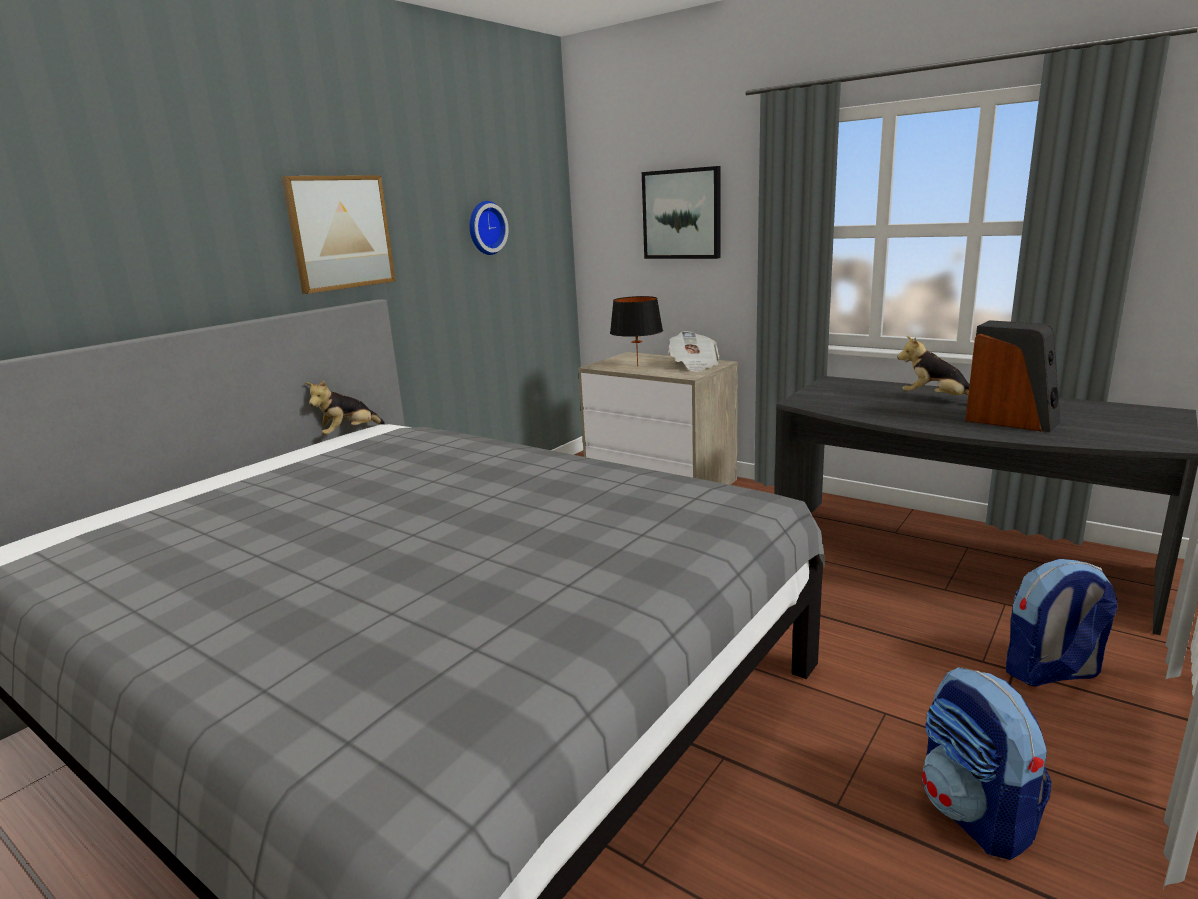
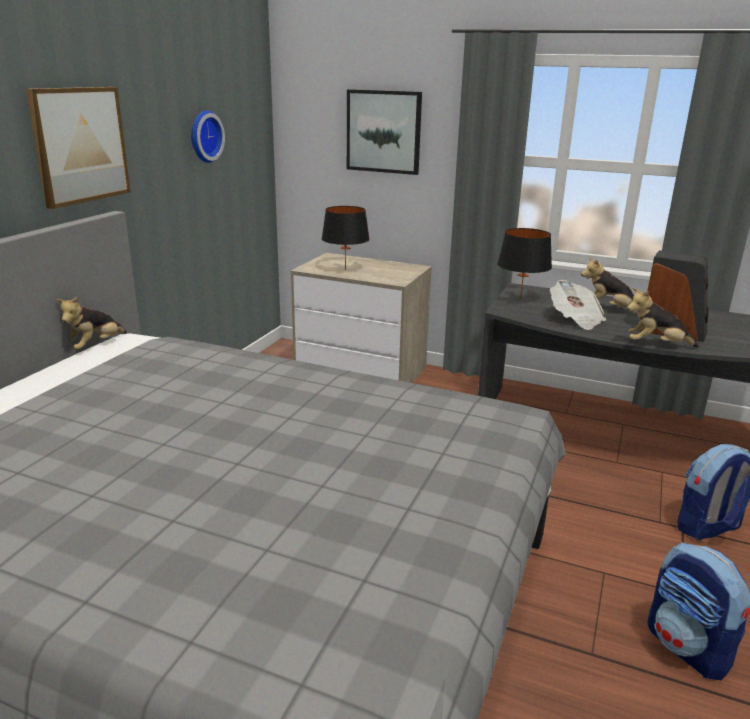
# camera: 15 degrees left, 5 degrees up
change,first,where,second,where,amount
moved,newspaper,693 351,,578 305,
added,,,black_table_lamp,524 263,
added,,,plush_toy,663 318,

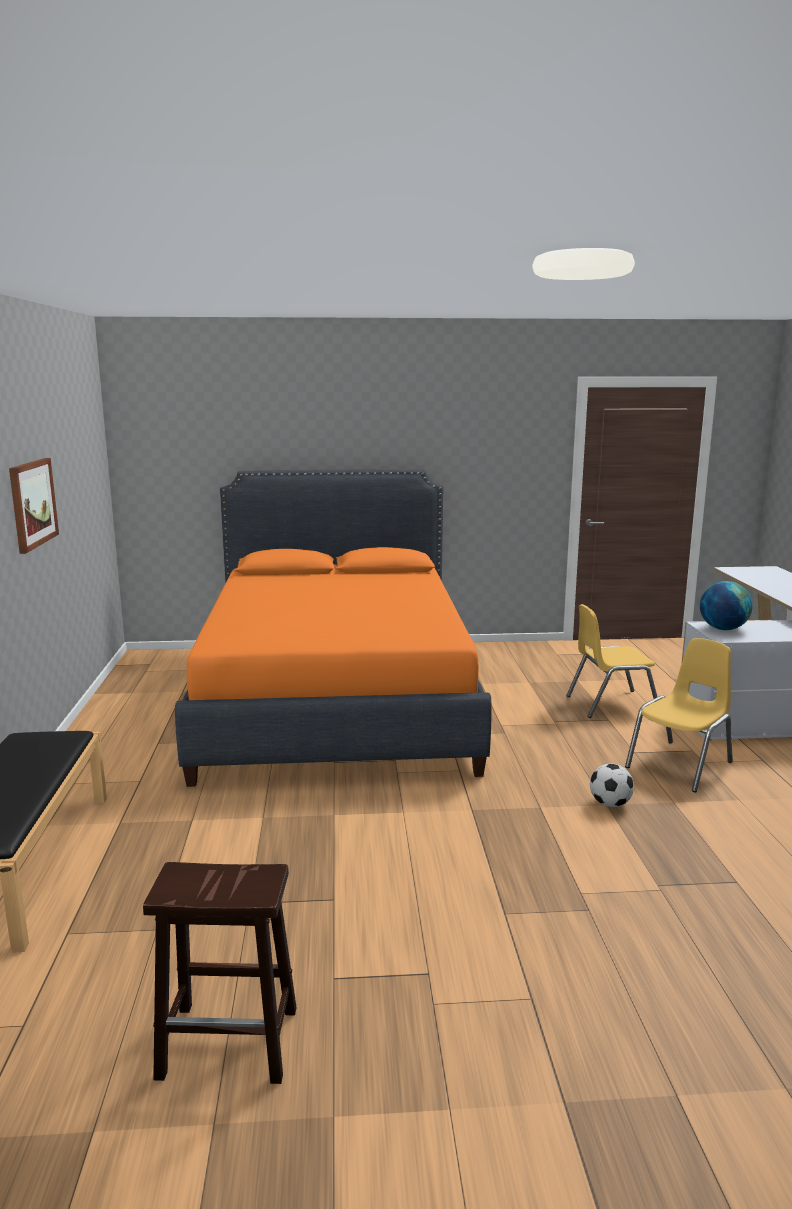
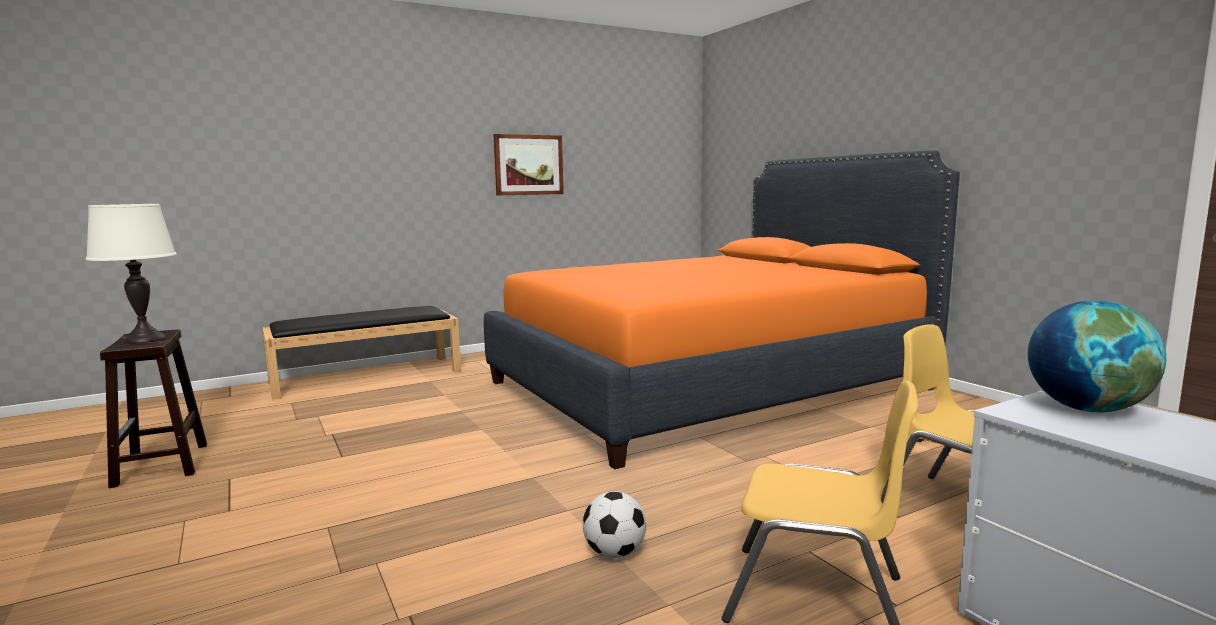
# camera: 65 degrees right, 5 degrees down
change,first,where,second,where,amount
added,,,white_table_lamp,131 273,

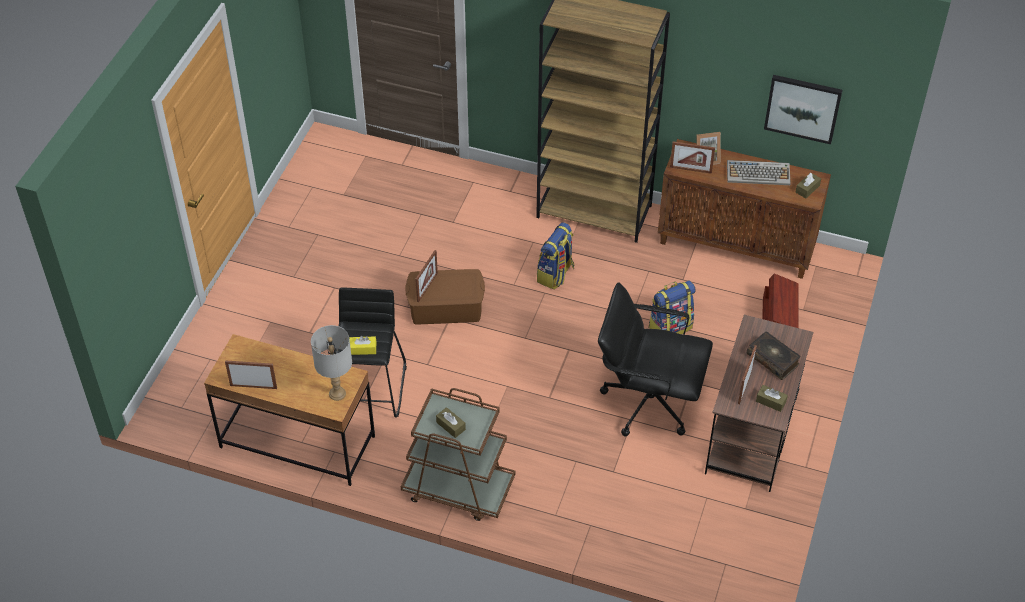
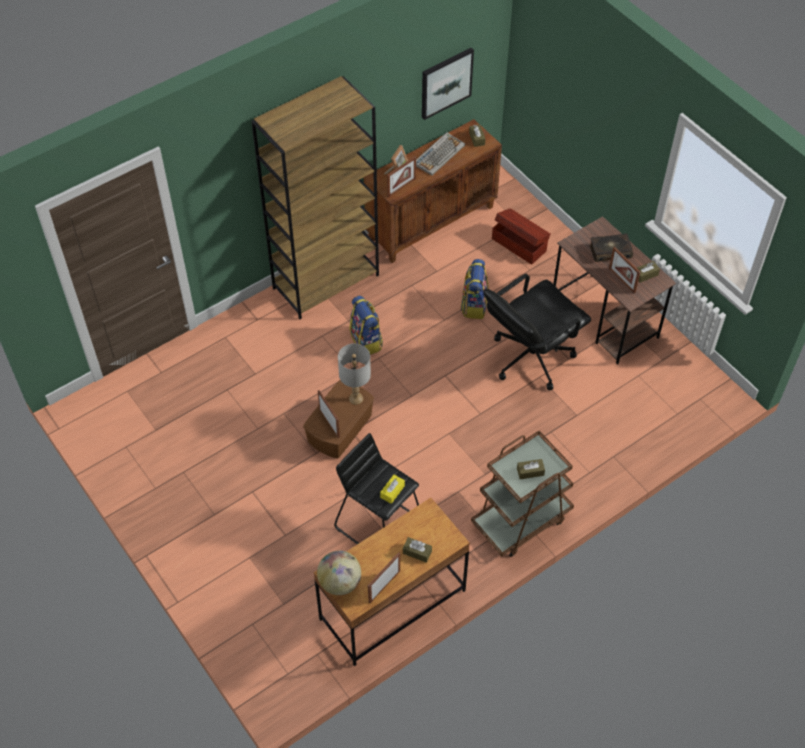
# camera: 55 degrees left, 5 degrees up
change,first,where,second,where,amount
moved,grey_table_lamp,331 363,,354 374,
added,,,brown_tissue_box,417 550,
added,,,globe,339 573,

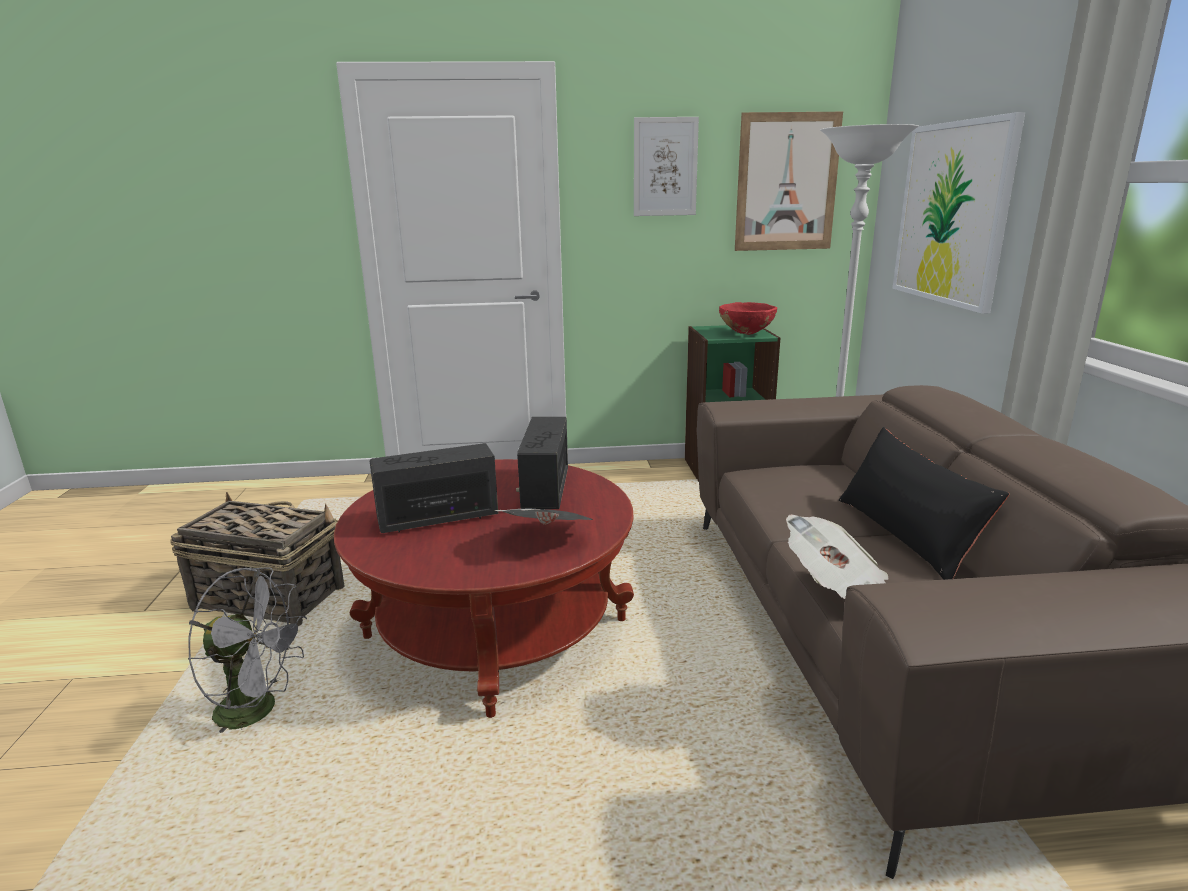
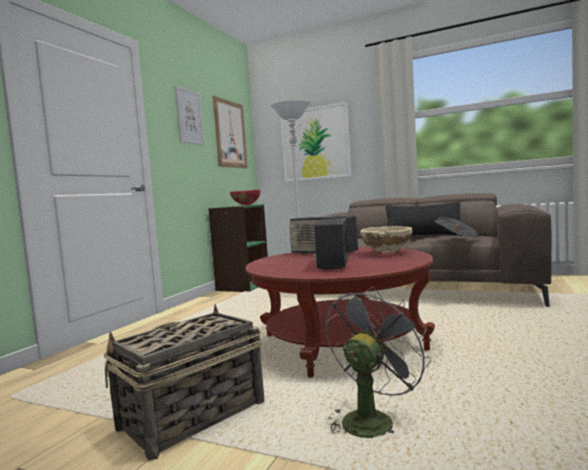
# camera: 60 degrees left, 15 degrees down
change,first,where,second,where,amount
replaced,newspaper,544 517,beige_bowl,386 239,

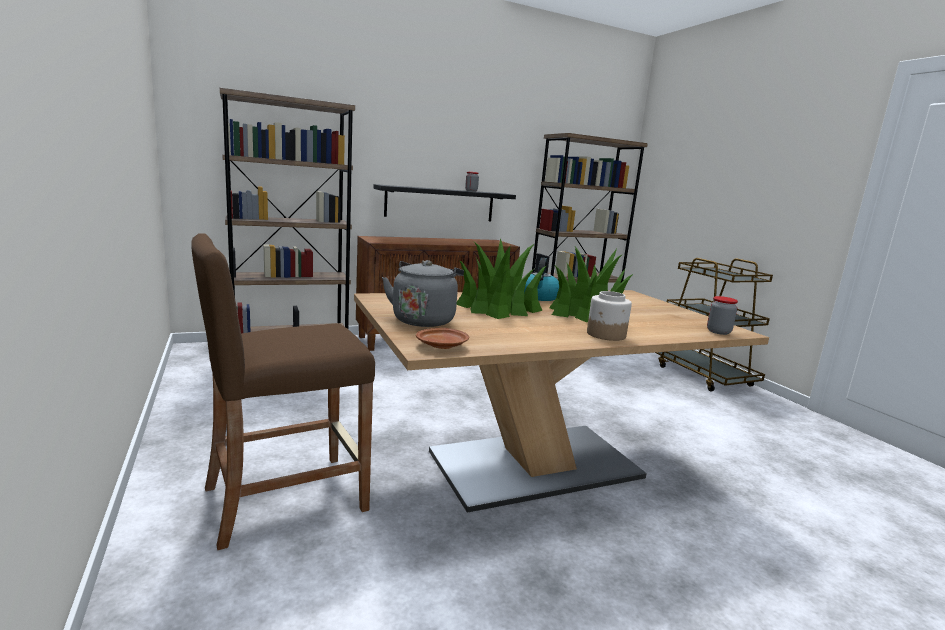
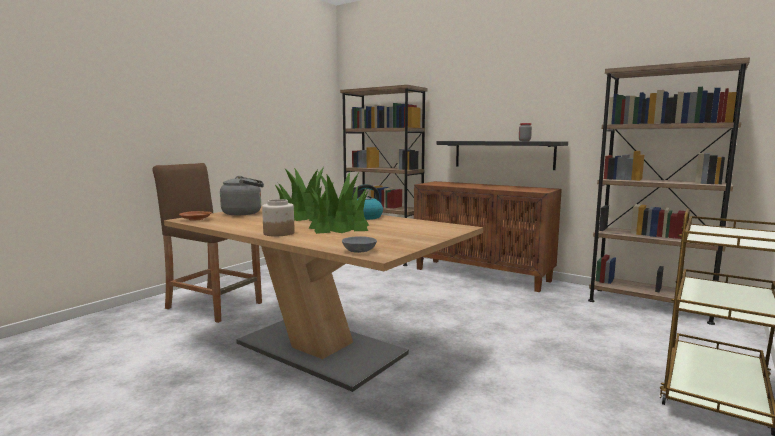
# camera: 60 degrees right, 5 degrees down
change,first,where,second,where,amount
replaced,jar,722 315,grey_bowl,359 244,

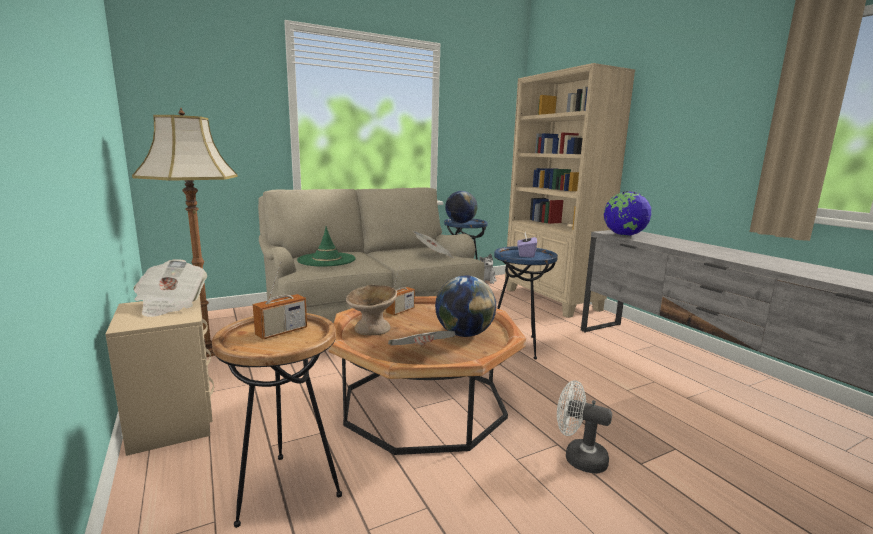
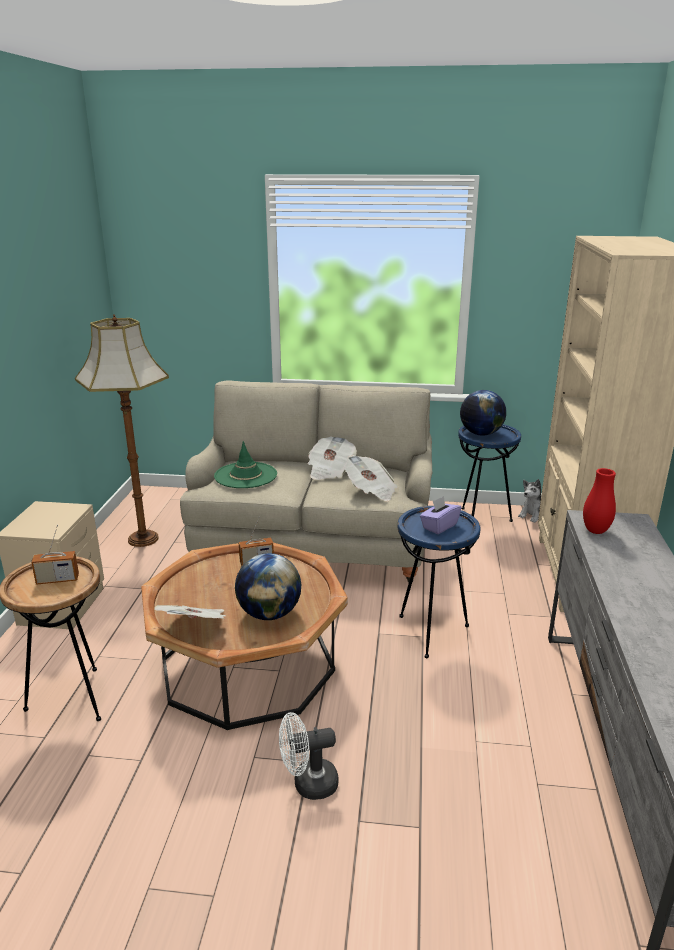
# camera: 35 degrees right, 10 degrees up
change,first,where,second,where,amount
replaced,globe,627 213,red_vase,599 501,
moved,newspaper,170 288,,332 458,
removed,beige_bowl,371 310,,,
turned,white_fan,584 427,,308 756,75 degrees counterclockwise

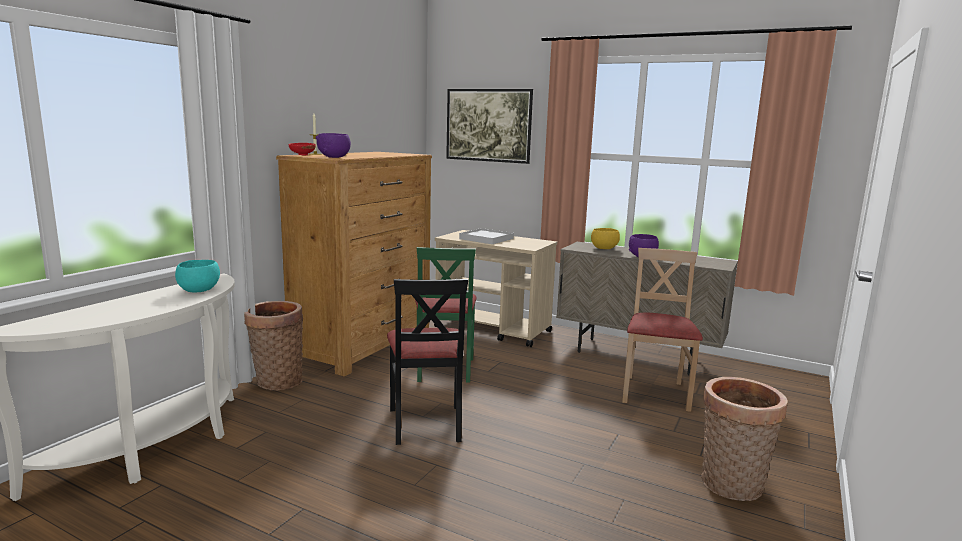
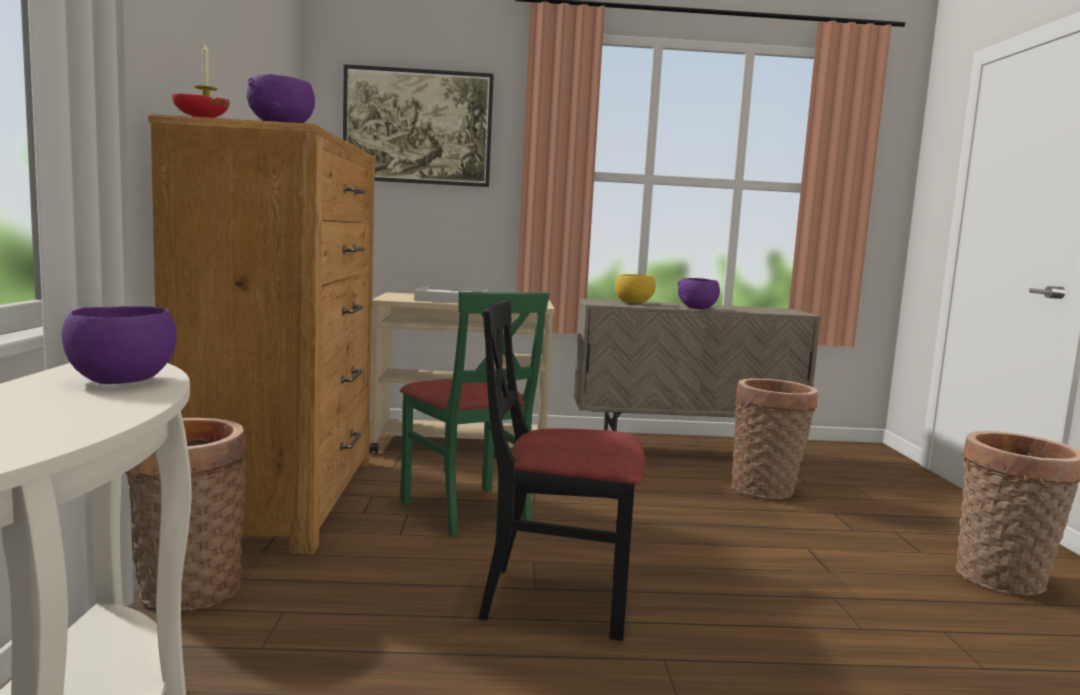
# camera: 30 degrees left, 5 degrees down
change,first,where,second,where,amount
replaced,beige_chair,662 330,basket,774 438,
recoloured,turquoise_bowl,197 276,purple_bowl,118 345,
turned,black_chair,427 362,,562 470,135 degrees clockwise

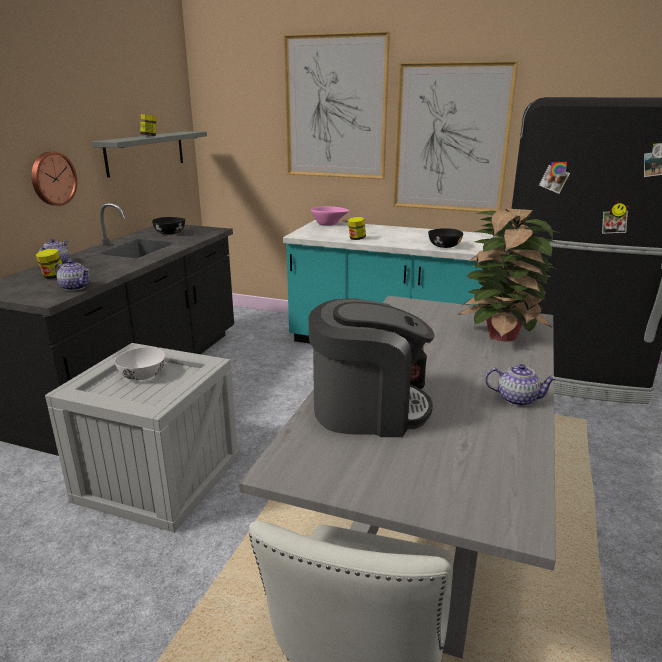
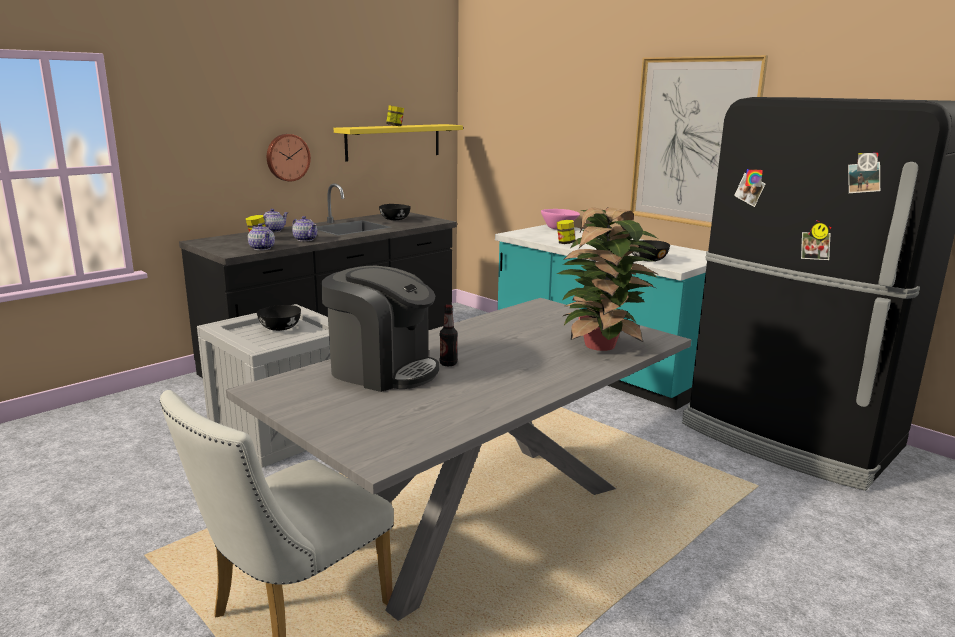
# camera: 25 degrees right, 5 degrees down
change,first,where,second,where,amount
removed,picture,336 105,,,
recoloured,grey_shelf,149 154,yellow_shelf,398 143,
recoloured,white_bowl,139 363,black_bowl,279 318,
moved,teapot,521 385,,304 228,

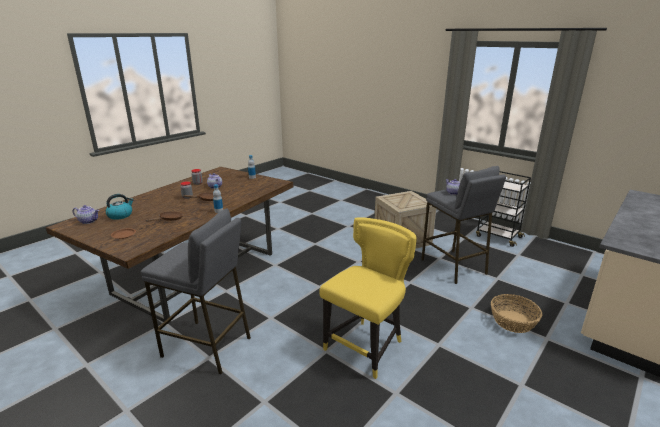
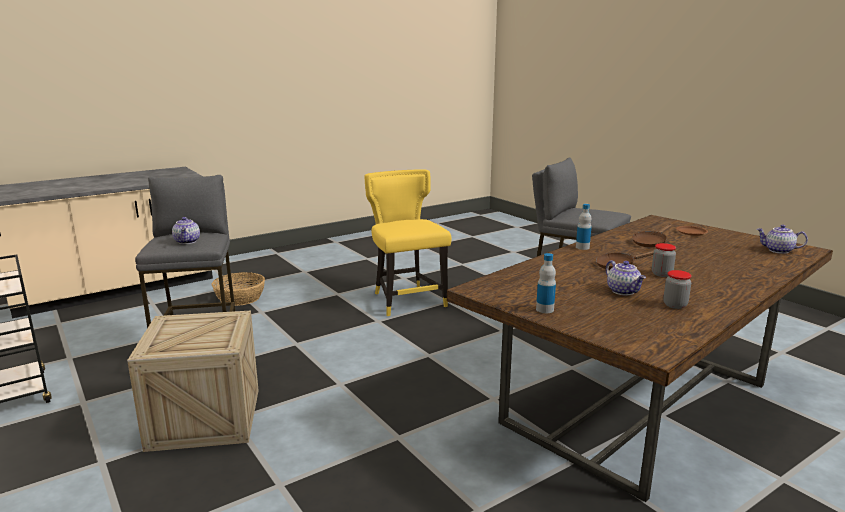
# camera: 165 degrees left, 5 degrees down
change,first,where,second,where,amount
removed,kettle,120 207,,,
turned,yellow_chair,368 298,,408 242,105 degrees clockwise

